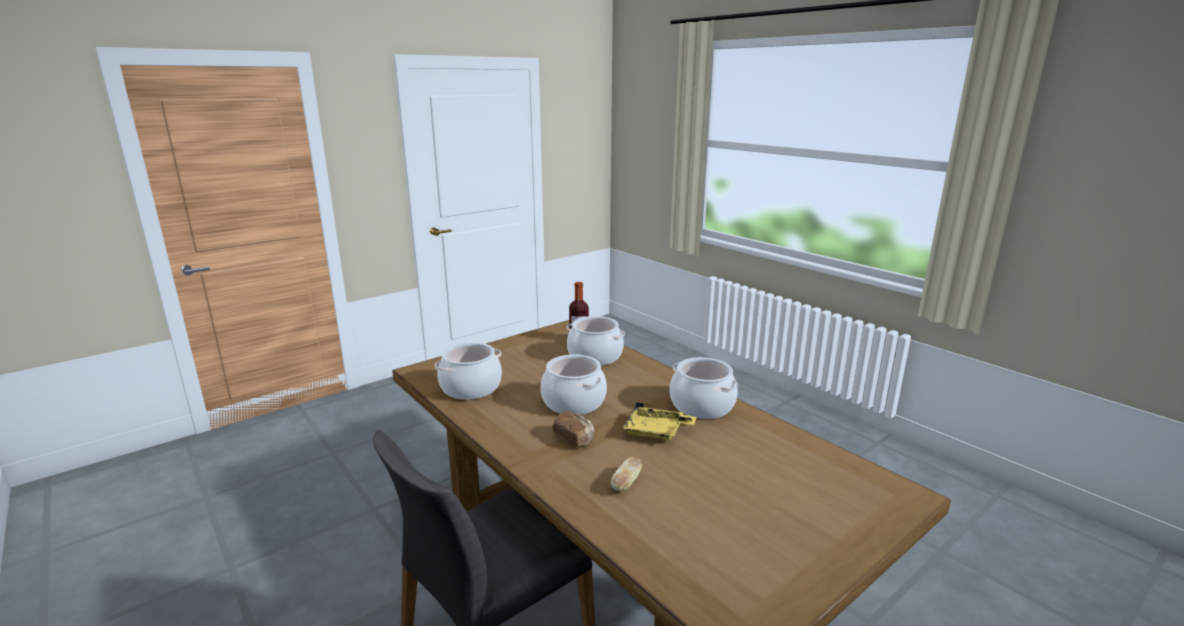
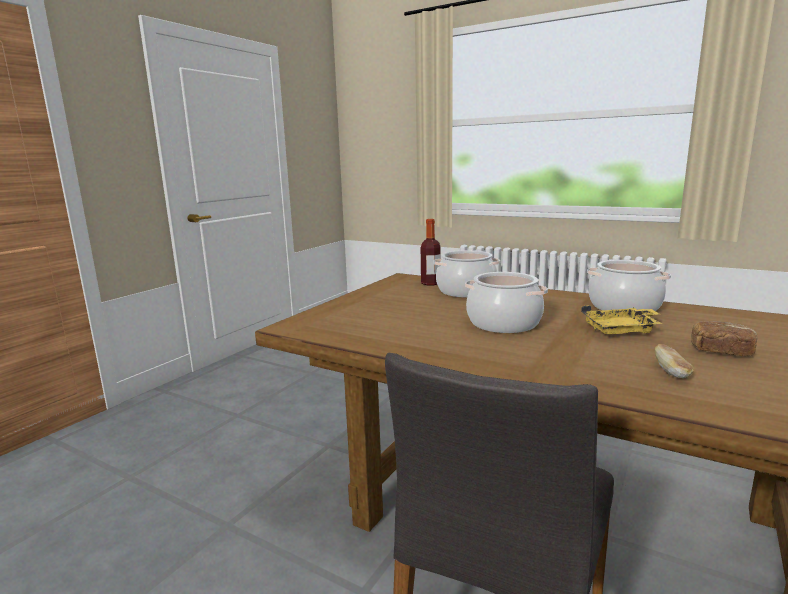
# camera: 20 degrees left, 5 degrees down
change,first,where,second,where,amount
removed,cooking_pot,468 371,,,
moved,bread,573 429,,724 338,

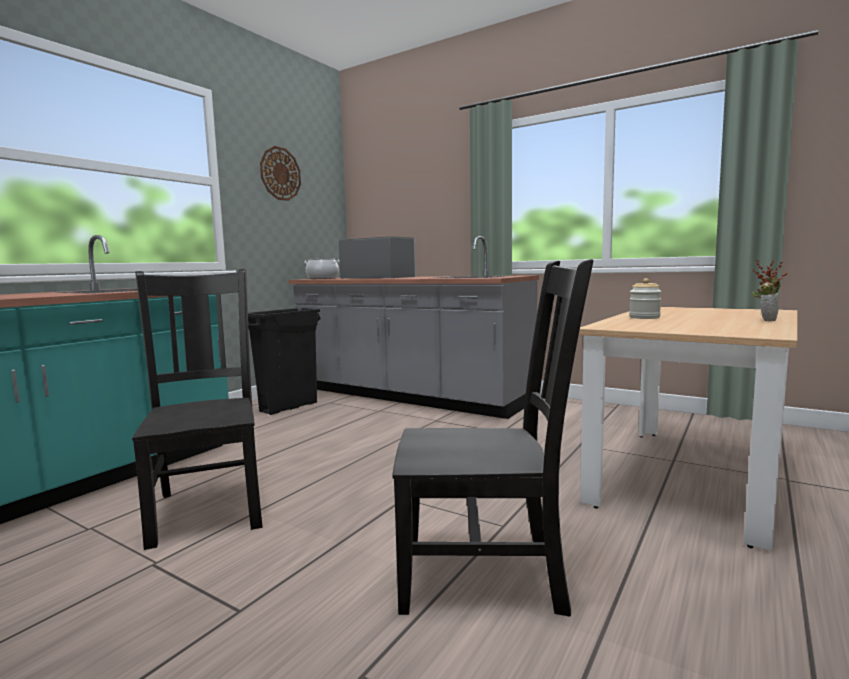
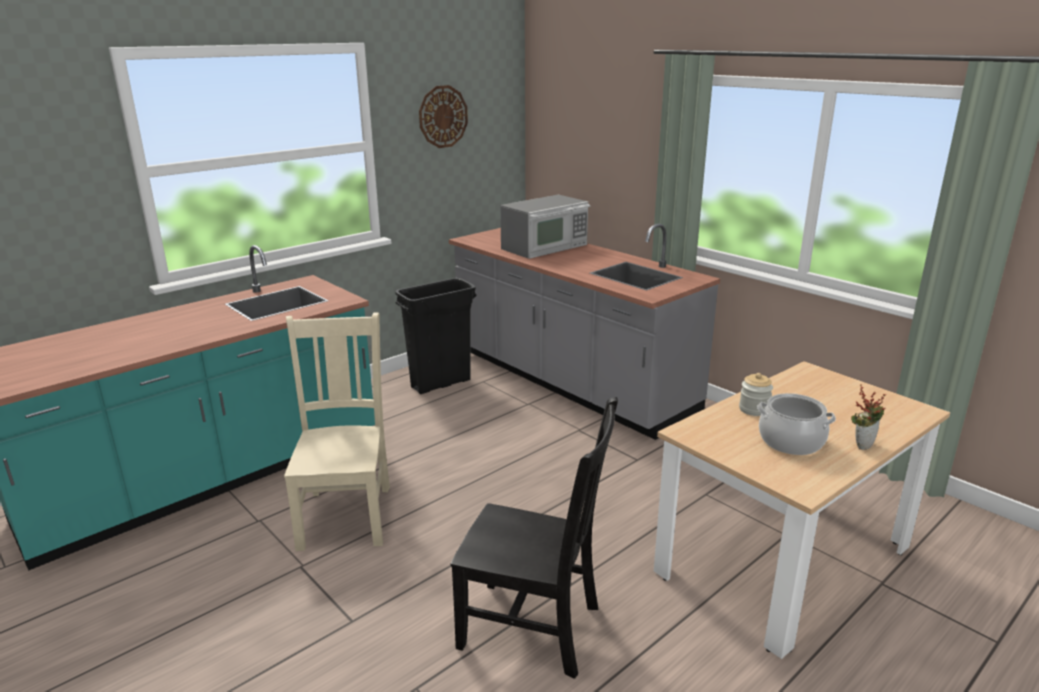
# camera: 15 degrees right, 15 degrees up
change,first,where,second,where,amount
turned,microwave,377 257,,545 227,90 degrees clockwise
moved,cooking_pot,322 268,,796 424,
recoloured,black_chair,197 409,beige_chair,337 432,

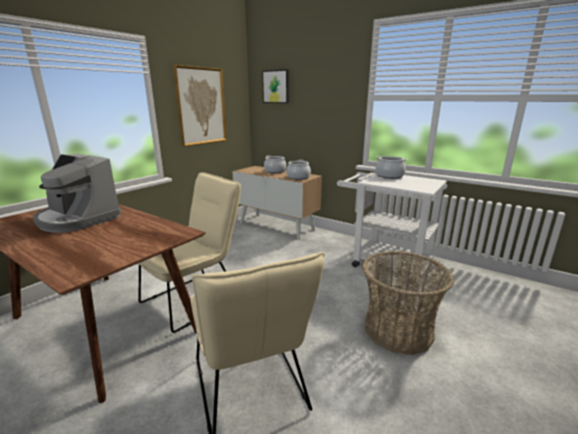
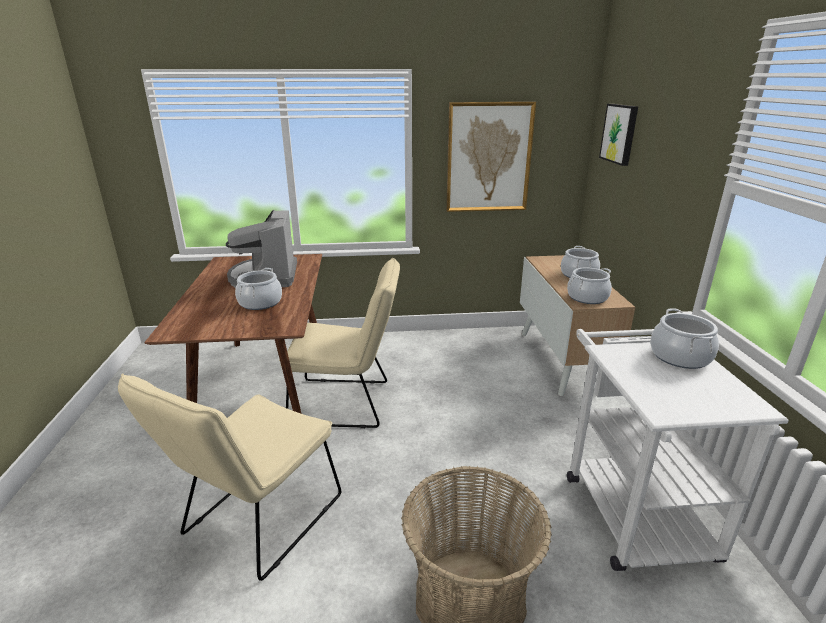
# camera: 50 degrees right, 5 degrees up
change,first,where,second,where,amount
added,,,cooking_pot,258 289,

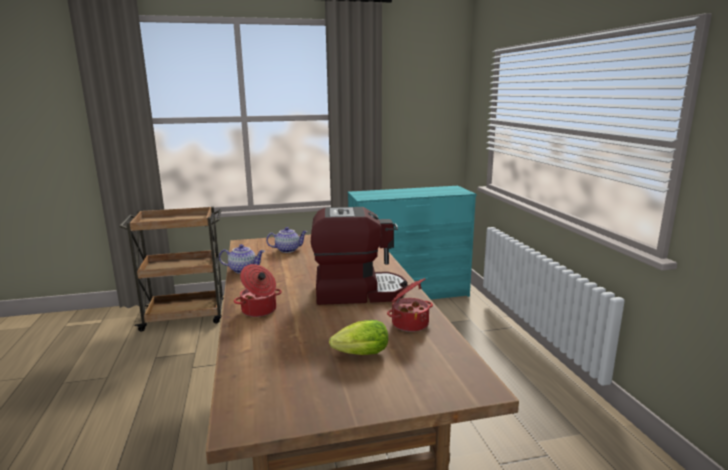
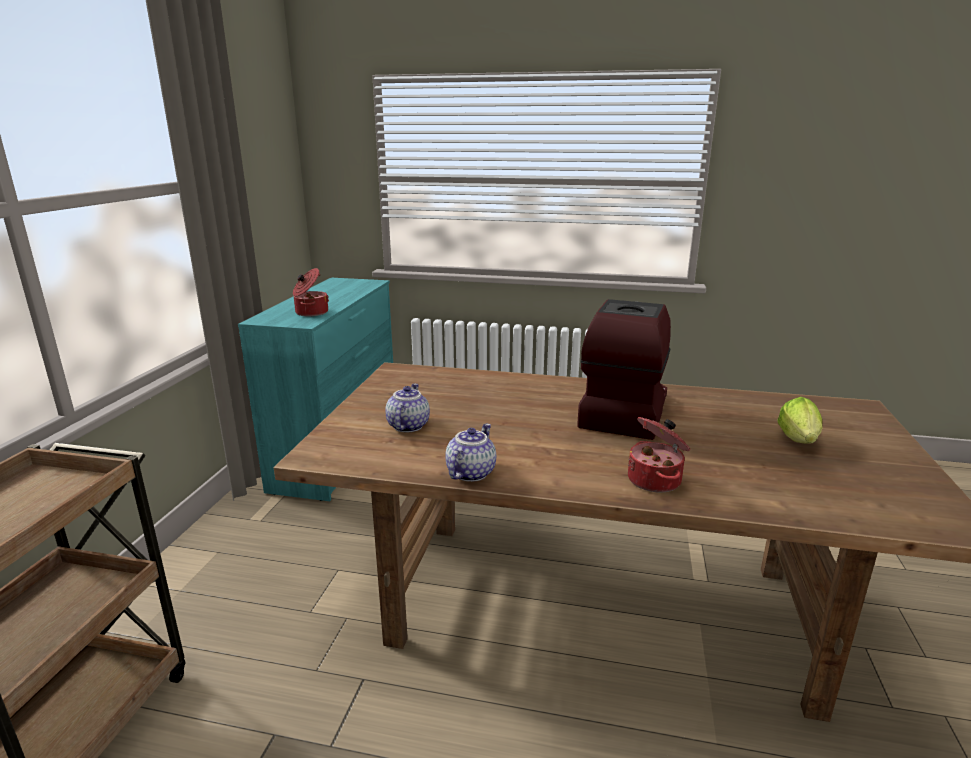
# camera: 65 degrees left, 5 degrees up
change,first,where,second,where,amount
moved,cooking_pot,410 305,,311 292,

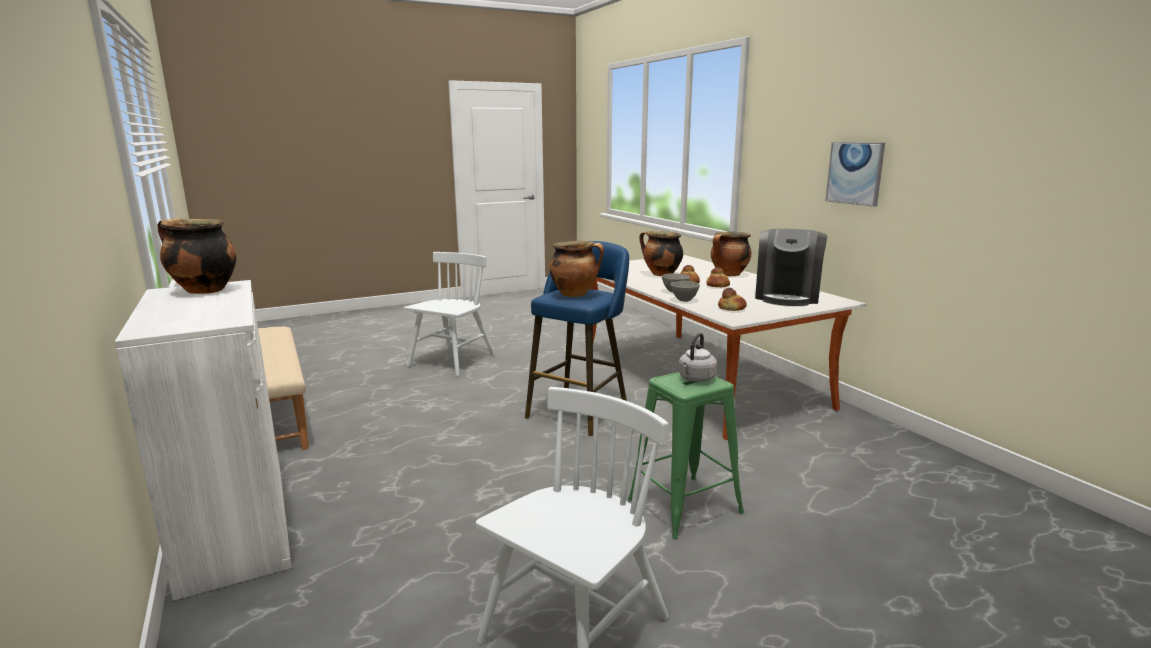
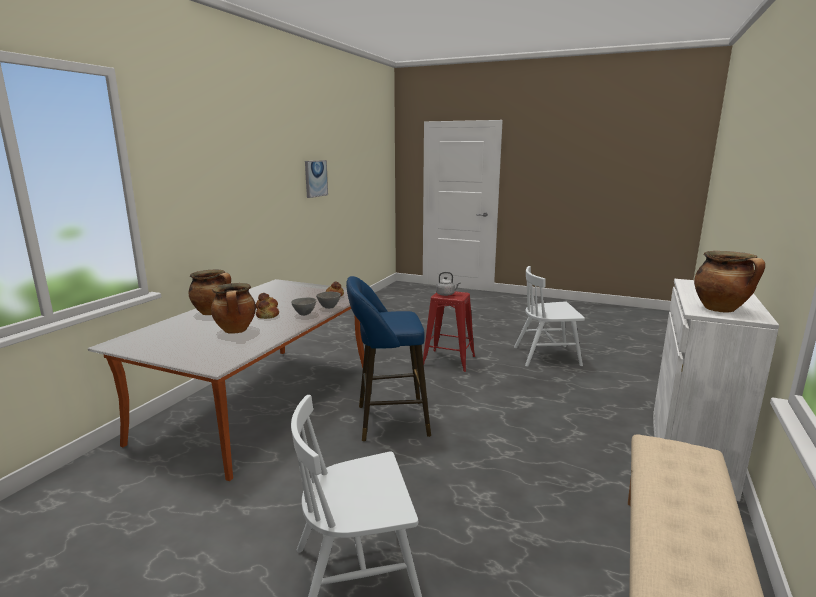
# camera: 130 degrees left, 0 degrees up
change,first,where,second,where,amount
moved,picture,855 174,,316 179,
removed,coffee_machine,791 267,,,
removed,cooking_pot,577 269,,,
recoloured,green_stool,686 455,red_stool,449 331,

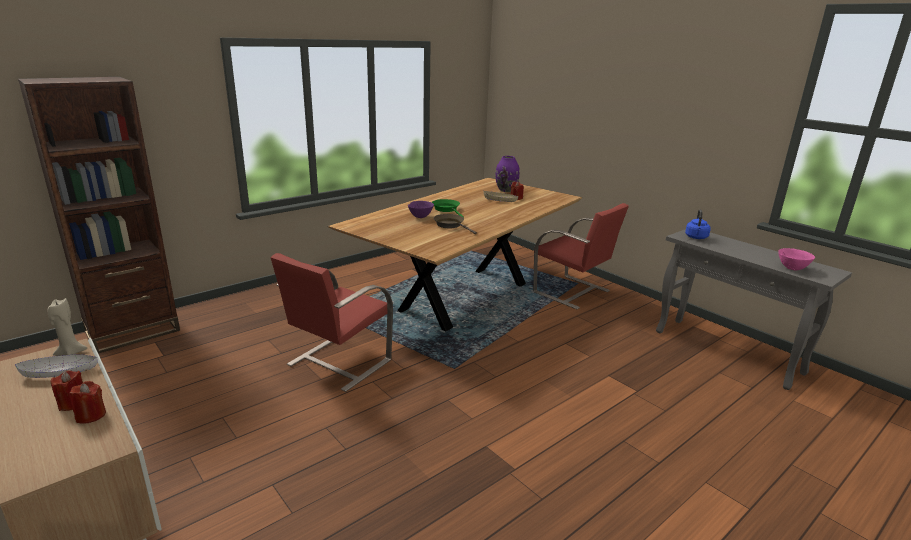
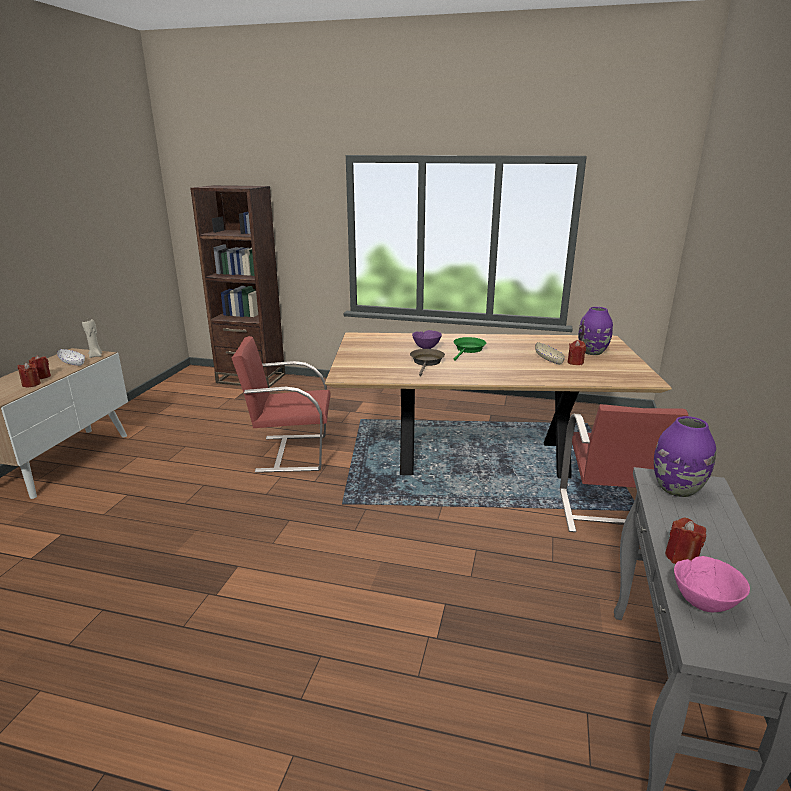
# camera: 55 degrees right, 0 degrees up
change,first,where,second,where,amount
replaced,blue_kettle,698 224,purple_vase,685 456,
added,,,red_candle,685 541,

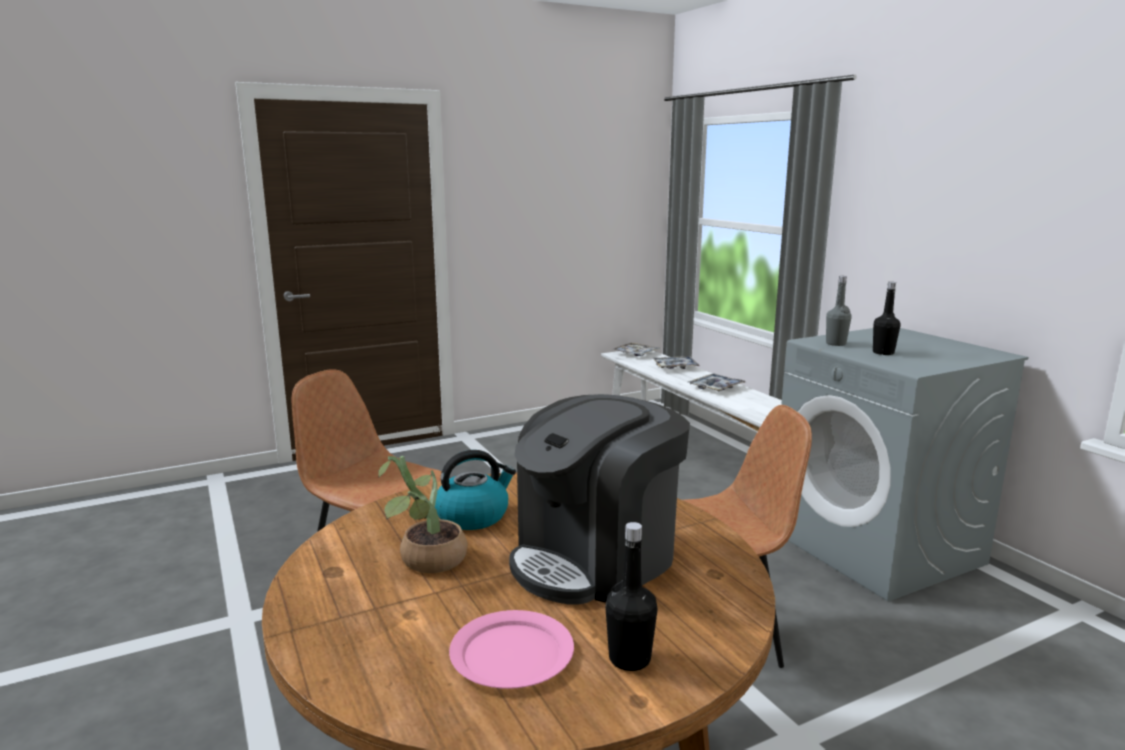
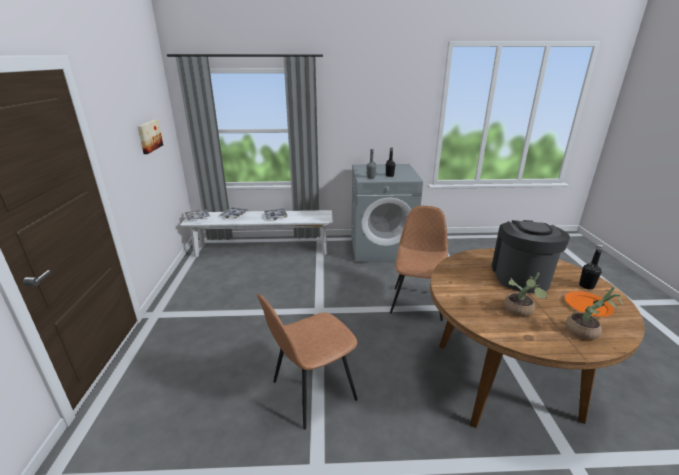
# camera: 65 degrees left, 10 degrees up
change,first,where,second,where,amount
turned,coffee_machine,599 499,,531 256,150 degrees counterclockwise
removed,kettle,475 490,,,
recoloured,pink_plate,511 649,orange_plate,589 304,
added,,,picture,150 137,
added,,,potted_plant,594 313,

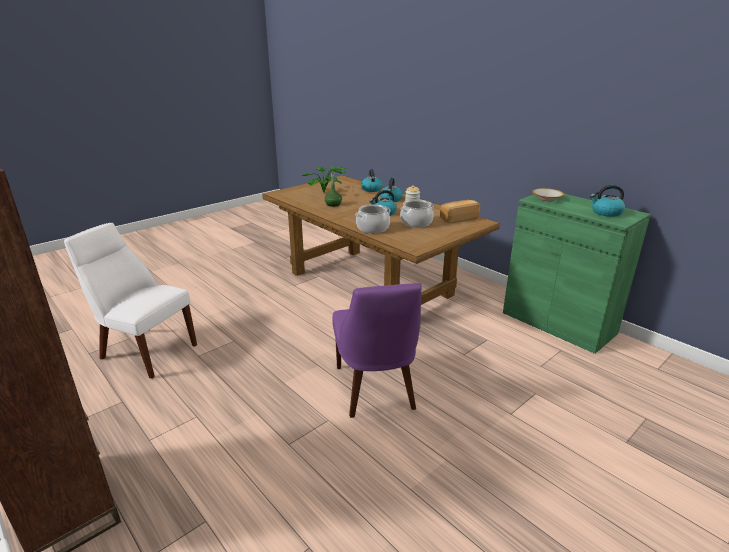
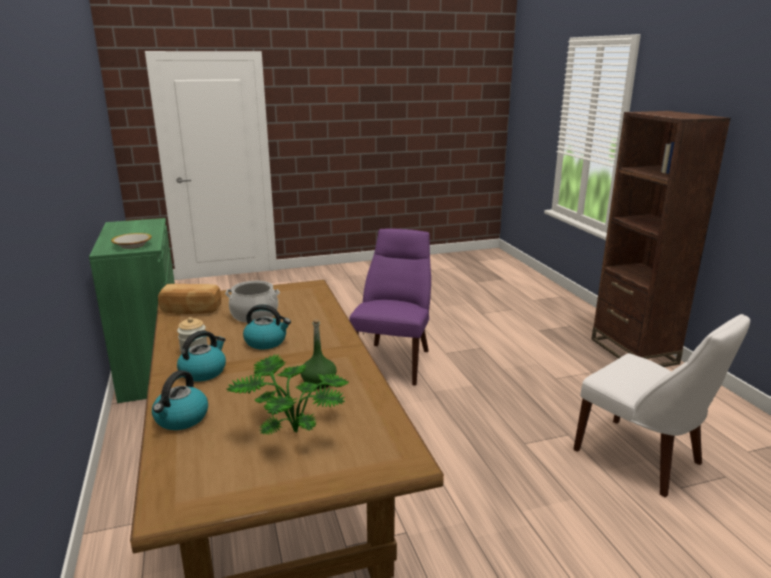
# camera: 155 degrees left, 5 degrees down
change,first,where,second,where,amount
removed,kettle,607 201,,,
removed,cooking_pot,373 218,,,

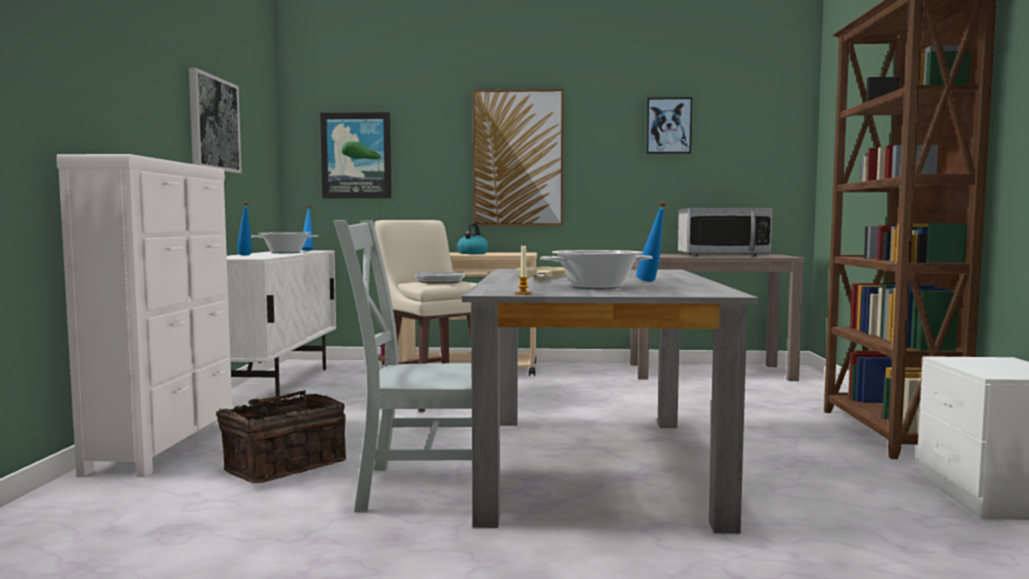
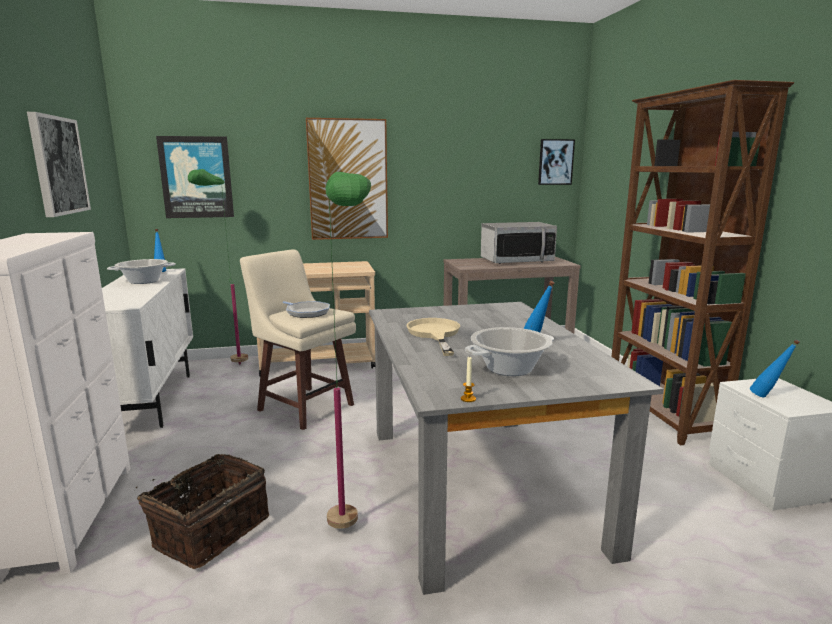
# camera: 15 degrees left, 10 degrees up
change,first,where,second,where,amount
moved,picture,669 125,,556 162,
moved,blue_bottle,244 229,,775 368,
replaced,grey_chair,403 366,green_floor_lamp,348 350,
removed,kettle,473 238,,,

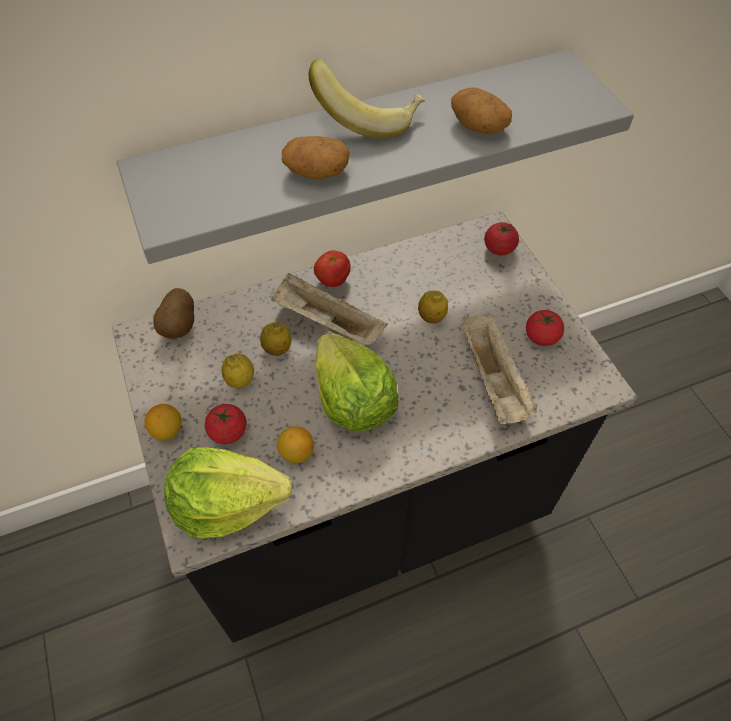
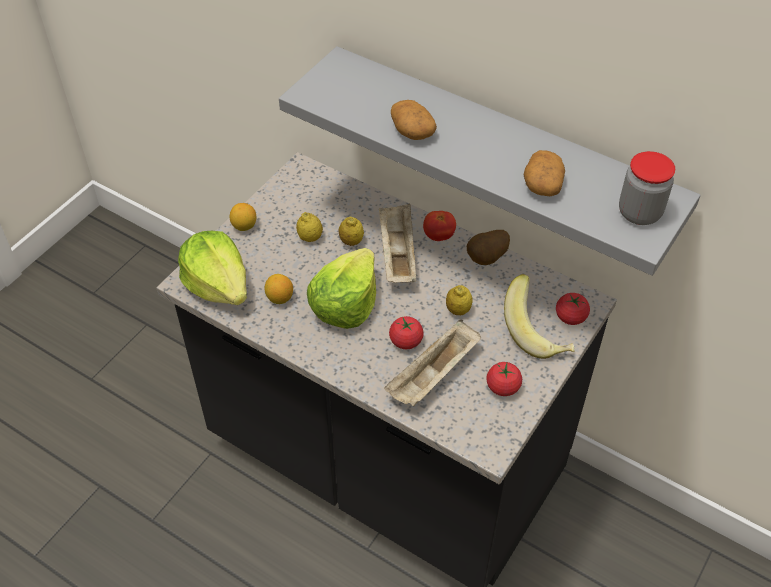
# camera: 55 degrees right, 5 degrees down
change,first,where,second,where,amount
moved,banana,367 98,,539 316,
moved,potato,173 313,,488 247,
moved,tomato,226 424,,406 332,
added,,,jar,647 188,

